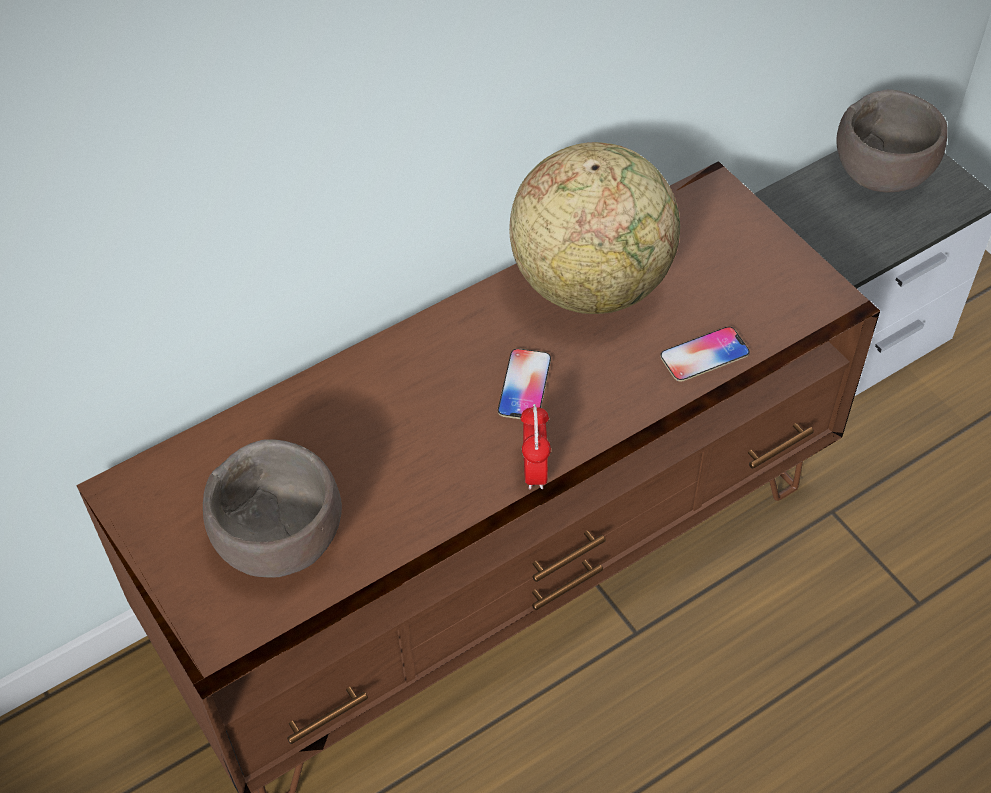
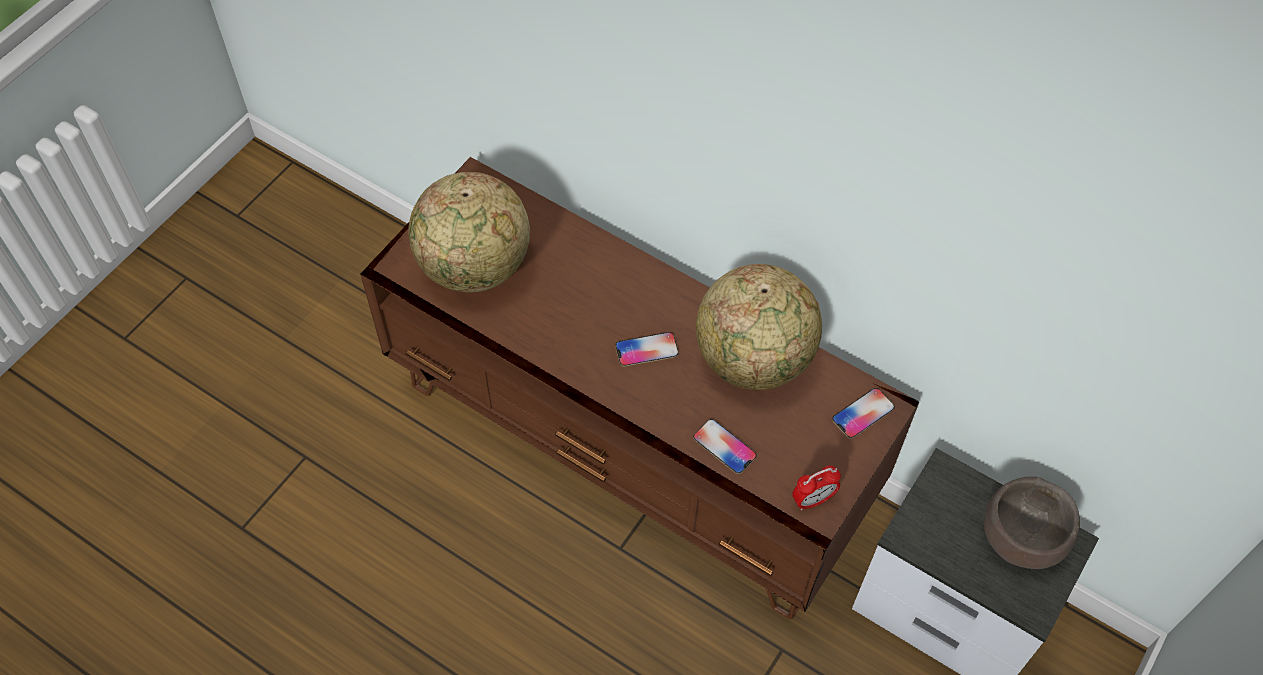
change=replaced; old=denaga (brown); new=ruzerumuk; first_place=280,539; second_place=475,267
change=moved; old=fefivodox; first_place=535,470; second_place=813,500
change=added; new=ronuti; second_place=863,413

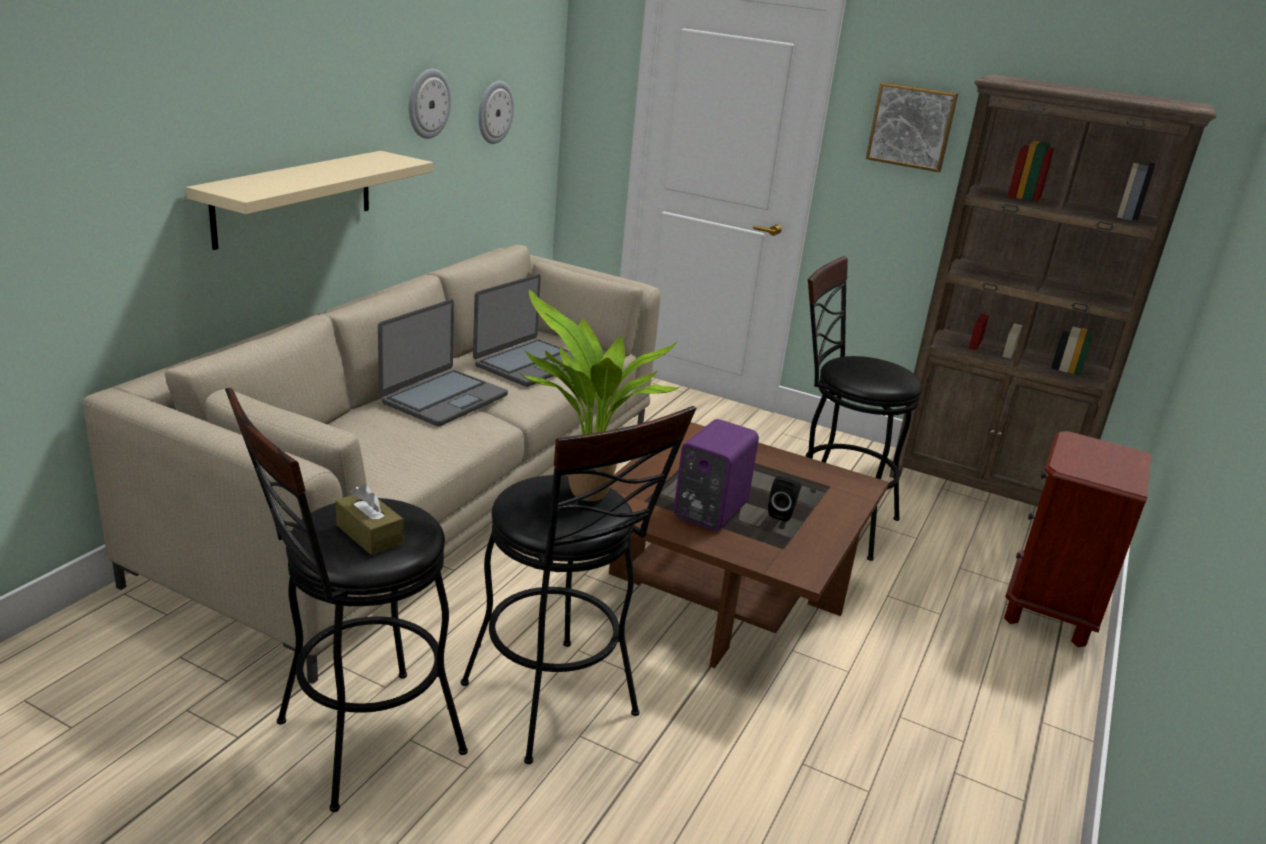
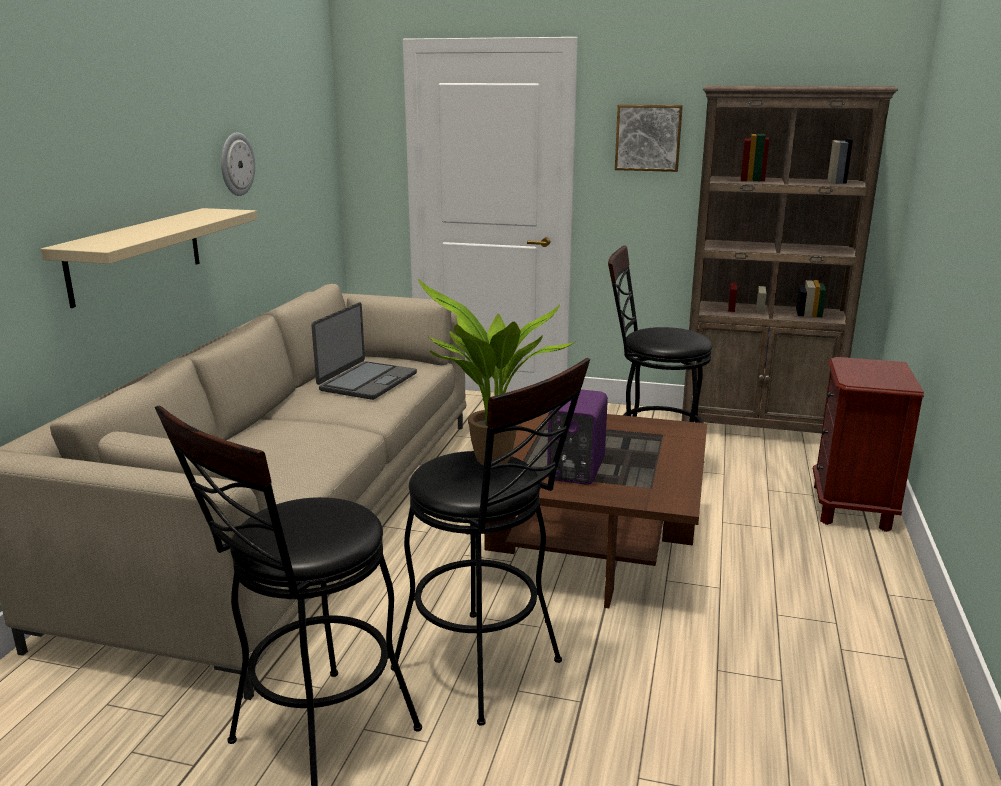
change=removed; old=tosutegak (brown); first_place=369,534
change=removed; old=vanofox; first_place=443,399
change=removed; old=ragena; first_place=494,112
change=removed; old=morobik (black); first_place=782,513

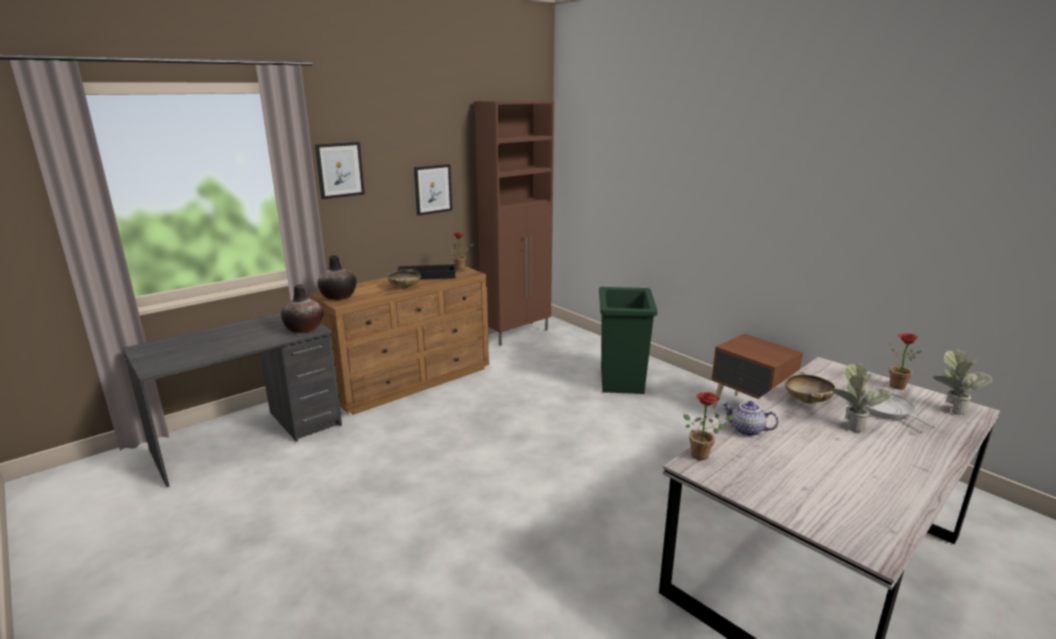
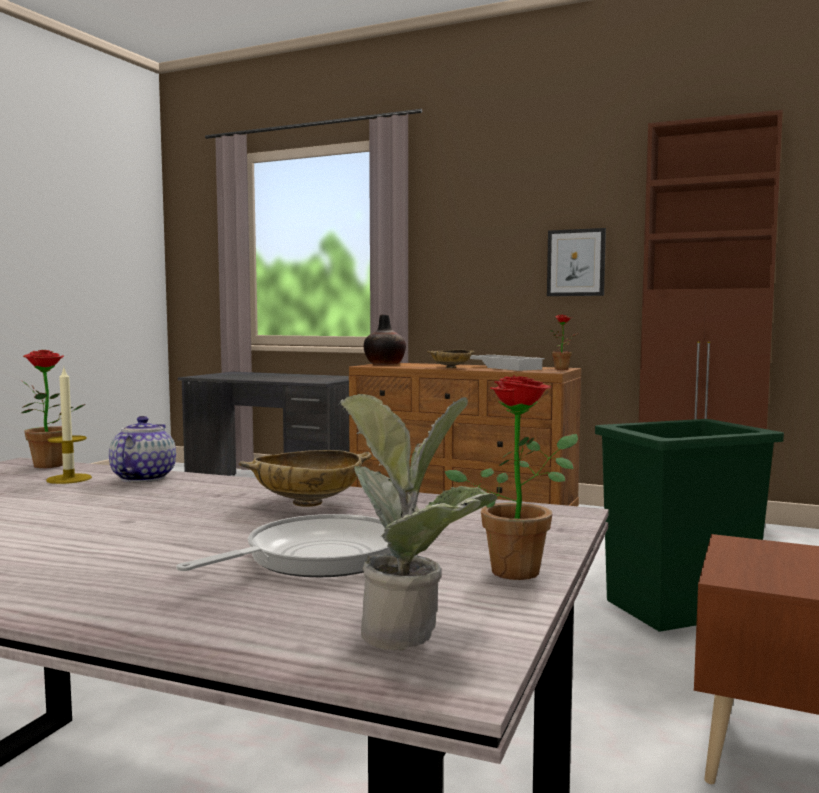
change=added; new=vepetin; second_place=69,479
change=recoloured; old=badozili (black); new=badozili (white); first_place=428,275; second_place=506,367
change=removed; old=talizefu; first_place=304,329
change=removed; old=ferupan; first_place=340,170
change=removed; old=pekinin; first_place=851,424

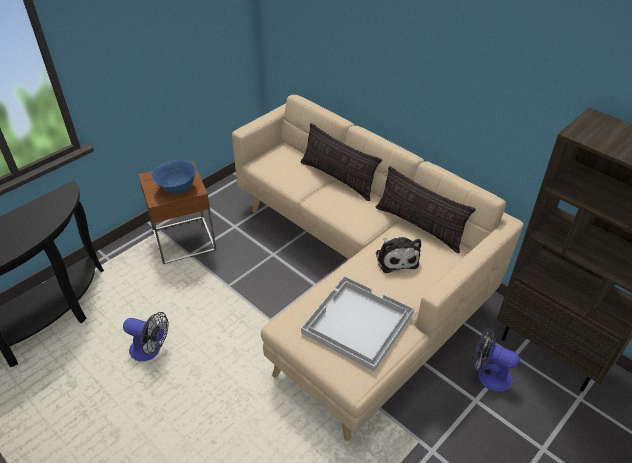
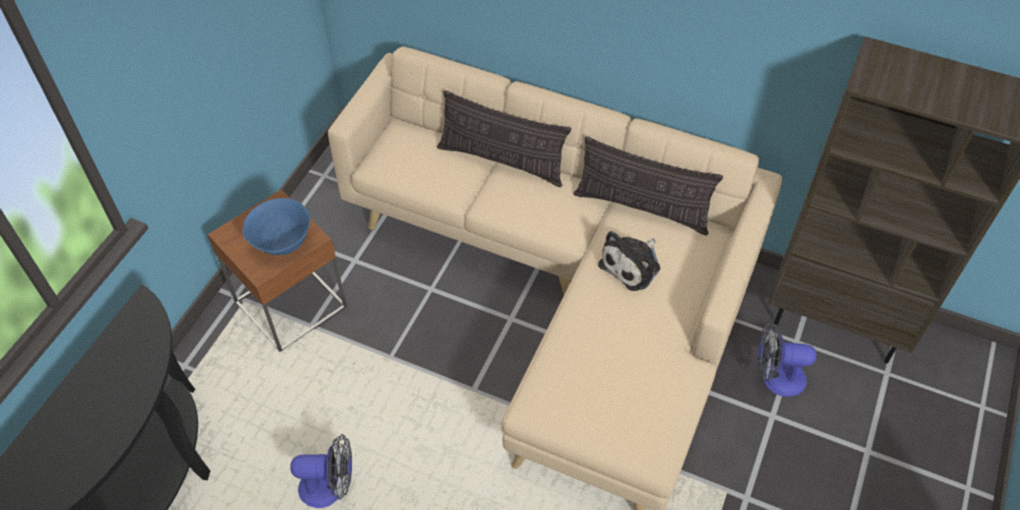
change=turned; old=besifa; first_place=396,258; second_place=632,265; degrees=75
change=removed; old=badozili (white); first_place=356,323

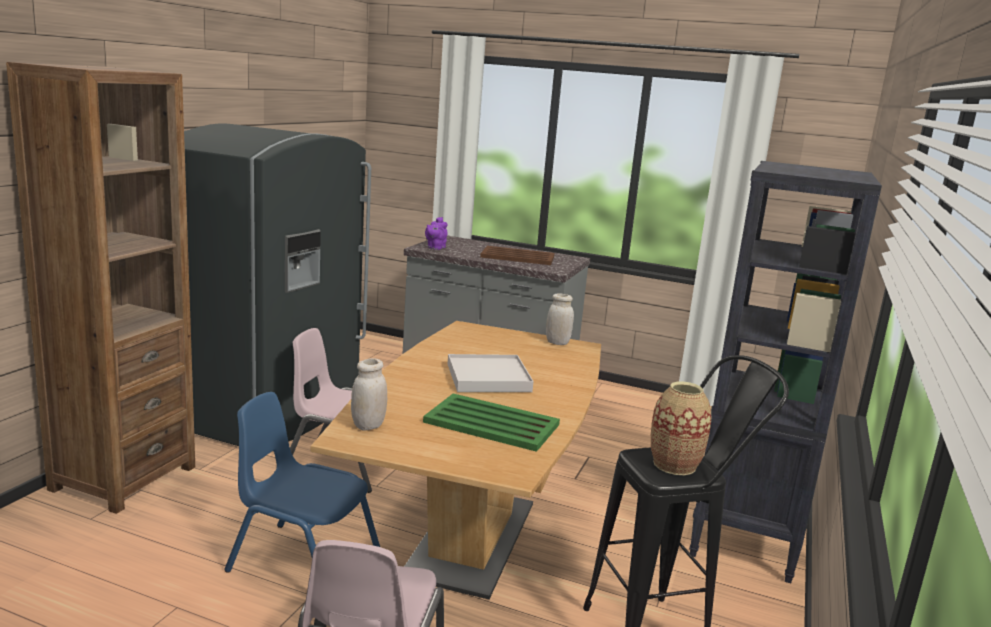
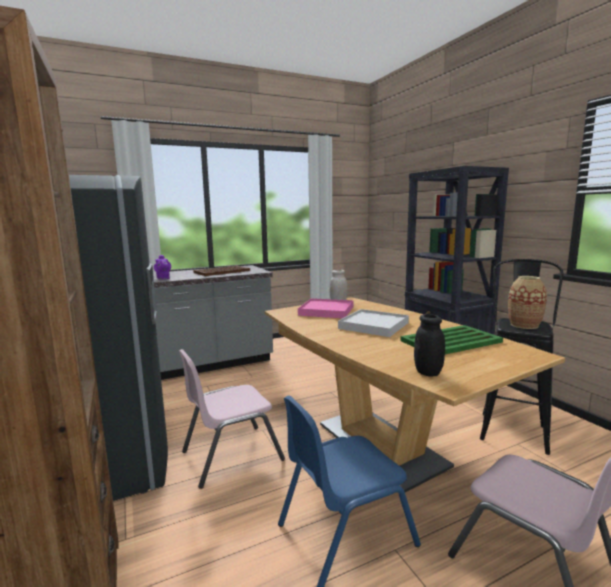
change=added; new=badozili (pink); second_place=326,311
change=recoloured; old=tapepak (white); new=tapepak (black); first_place=368,425; second_place=428,372

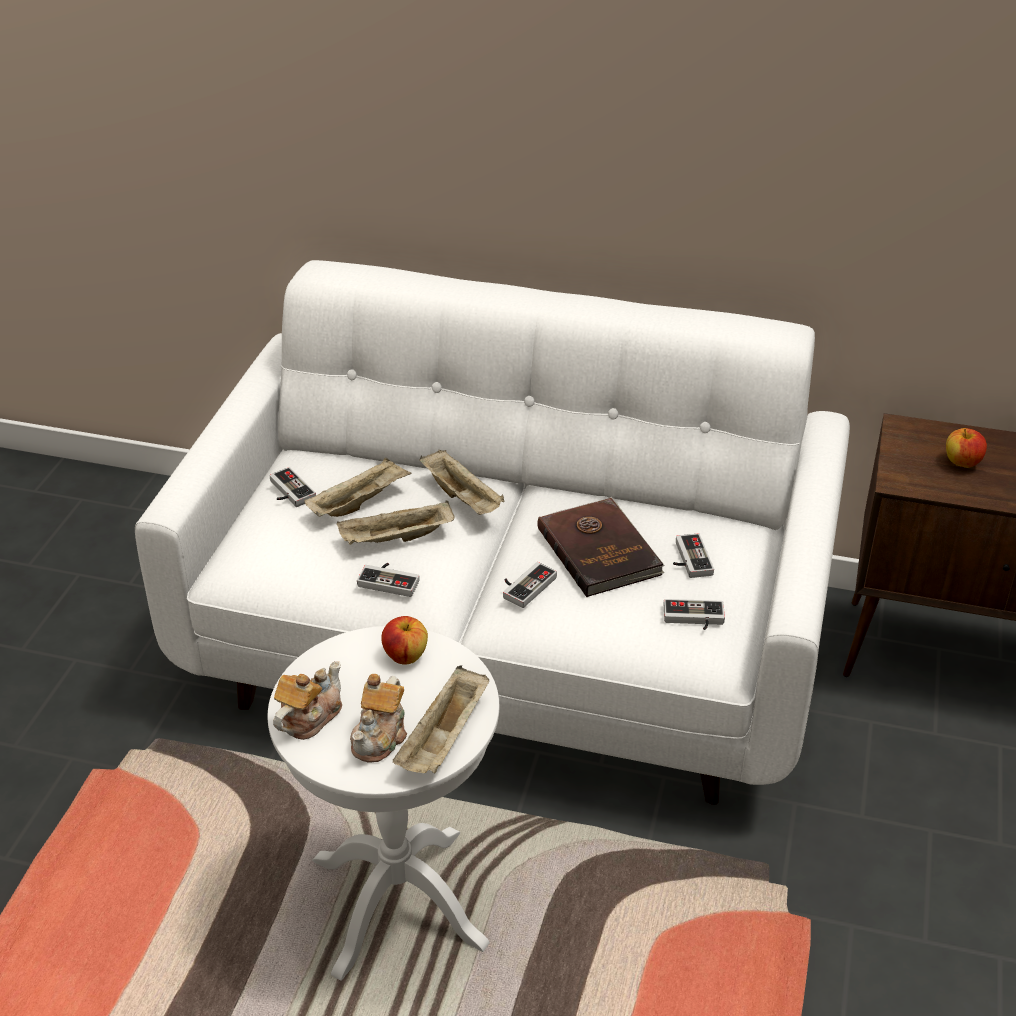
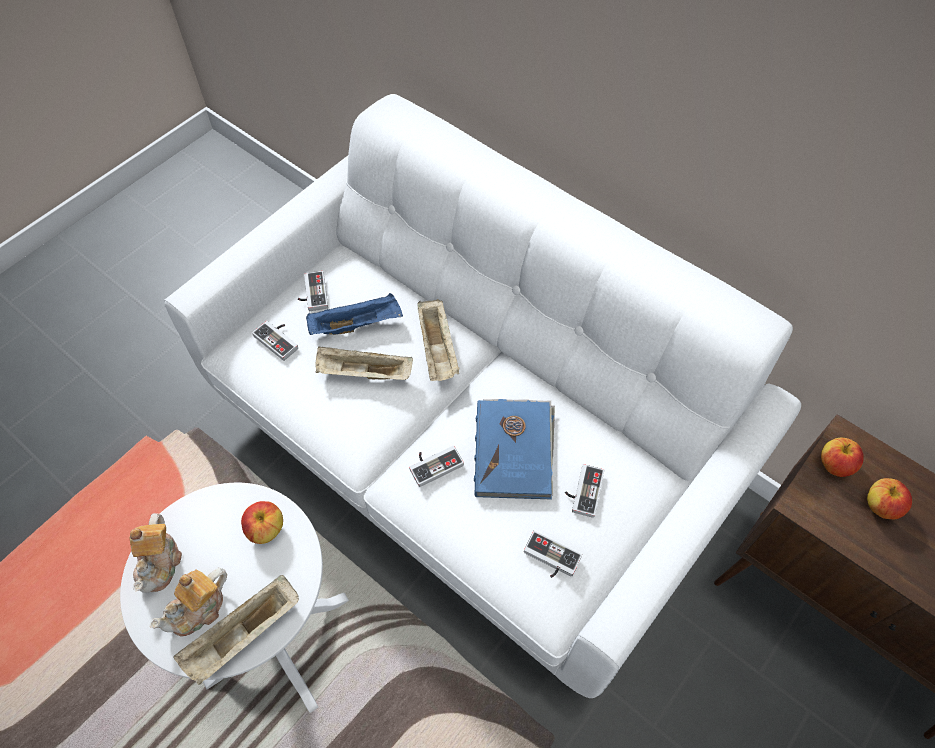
change=turned; old=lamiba; first_place=309,717; second_place=160,562; degrees=120
change=moved; old=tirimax; first_place=390,580; second_place=279,339
change=recoloured; old=badozili (beige); new=badozili (blue); first_place=359,502; second_place=357,324
change=recoloured; old=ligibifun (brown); new=ligibifun (blue); first_place=600,550; second_place=515,450
change=added; new=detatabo; second_place=834,465

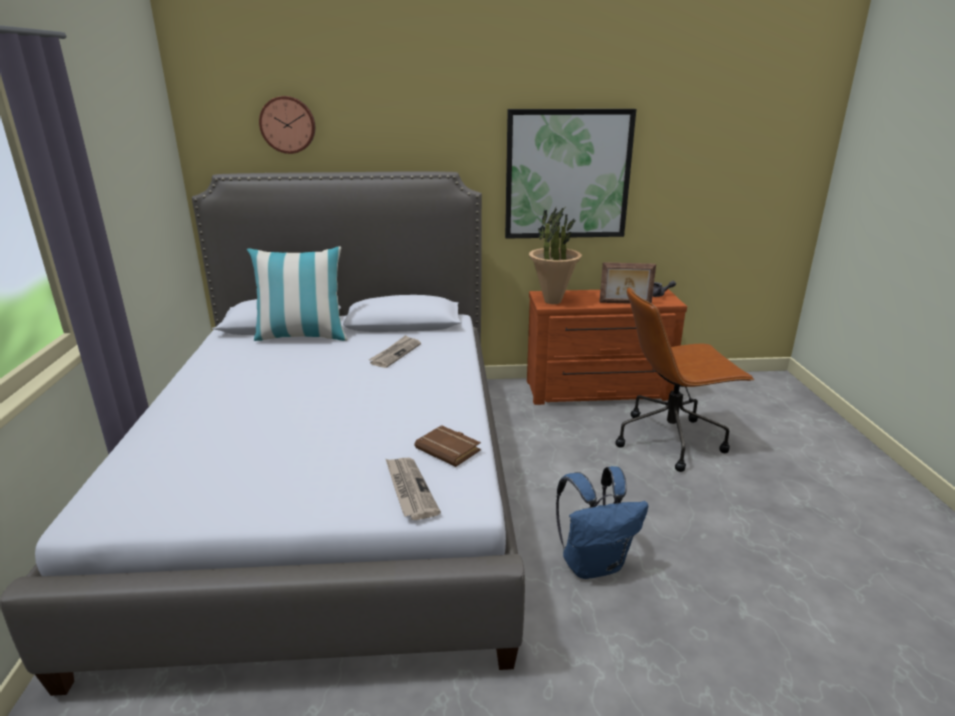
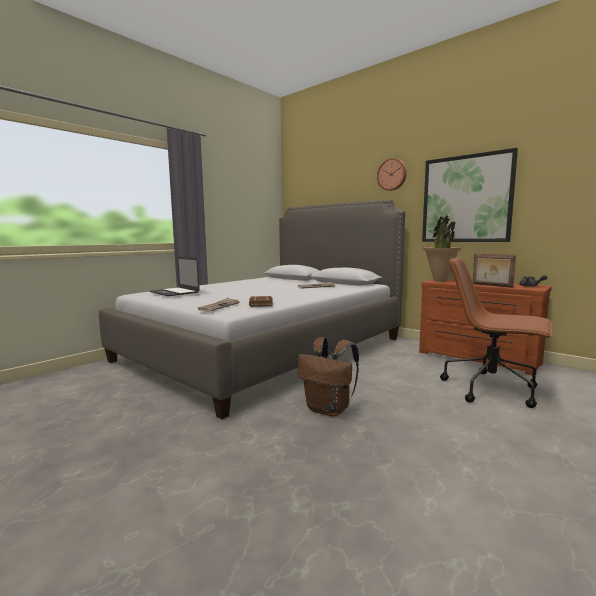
change=added; new=vanofox; second_place=174,292
change=recoloured; old=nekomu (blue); new=nekomu (brown); first_place=594,564; second_place=329,409
change=moved; old=ragena; first_place=288,125; second_place=392,174
change=removed; old=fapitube; first_place=302,336

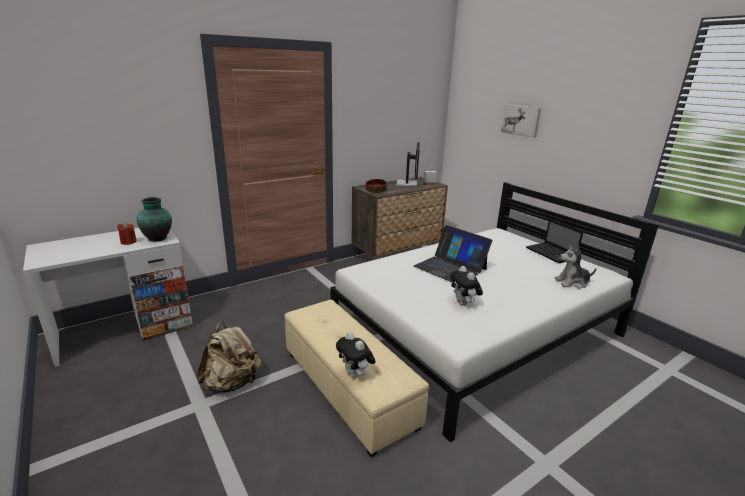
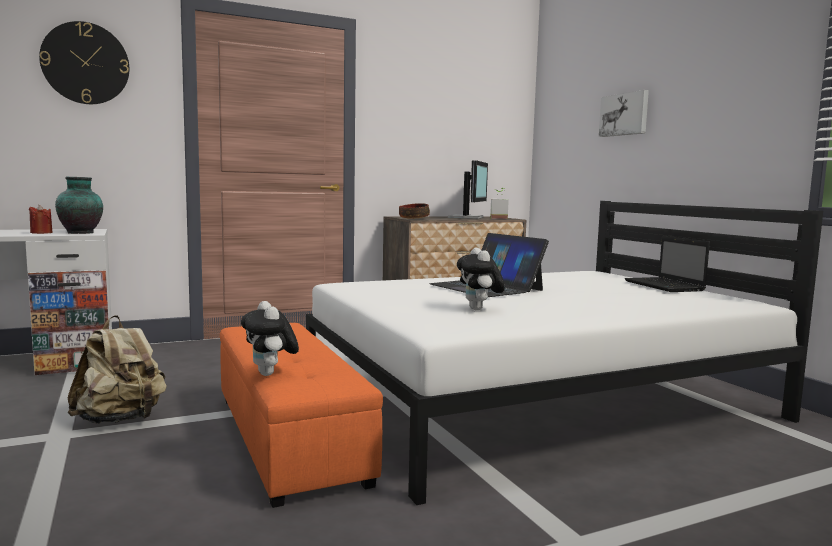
change=added; new=ragena; second_place=85,63
change=recoloured; old=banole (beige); new=banole (orange); first_place=348,387; second_place=289,437
change=removed; old=besifa; first_place=572,283

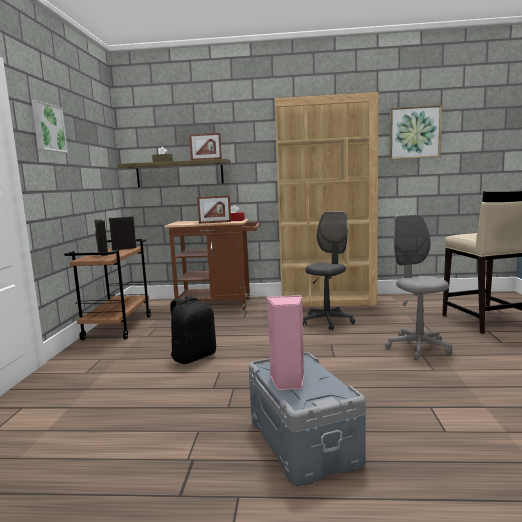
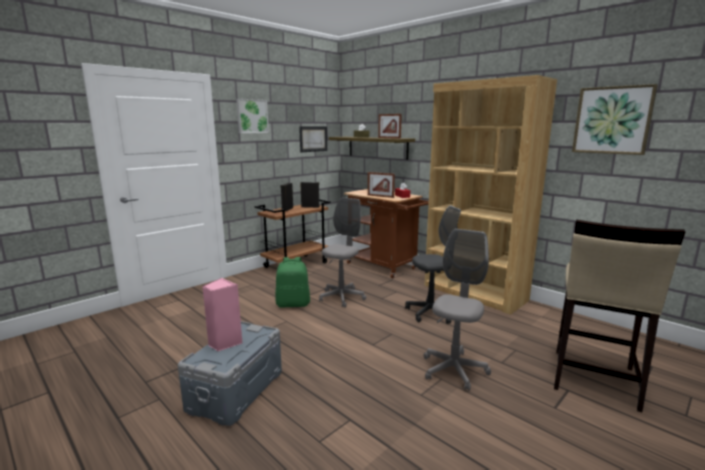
change=recoloured; old=nekomu (black); new=nekomu (green); first_place=193,357; second_place=293,304
change=added; new=ferupan; second_place=313,139
change=added; new=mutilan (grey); second_place=341,297

